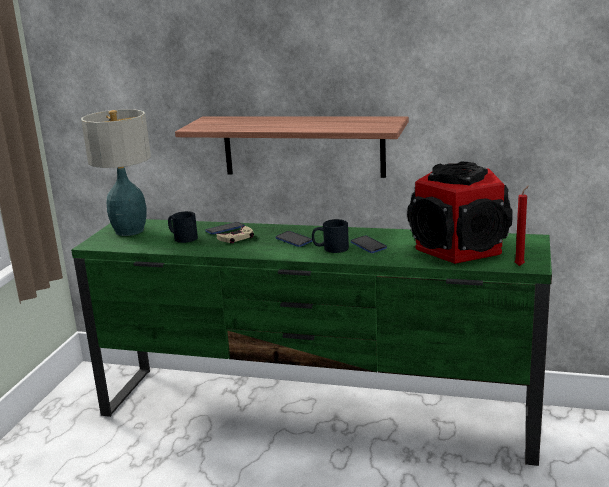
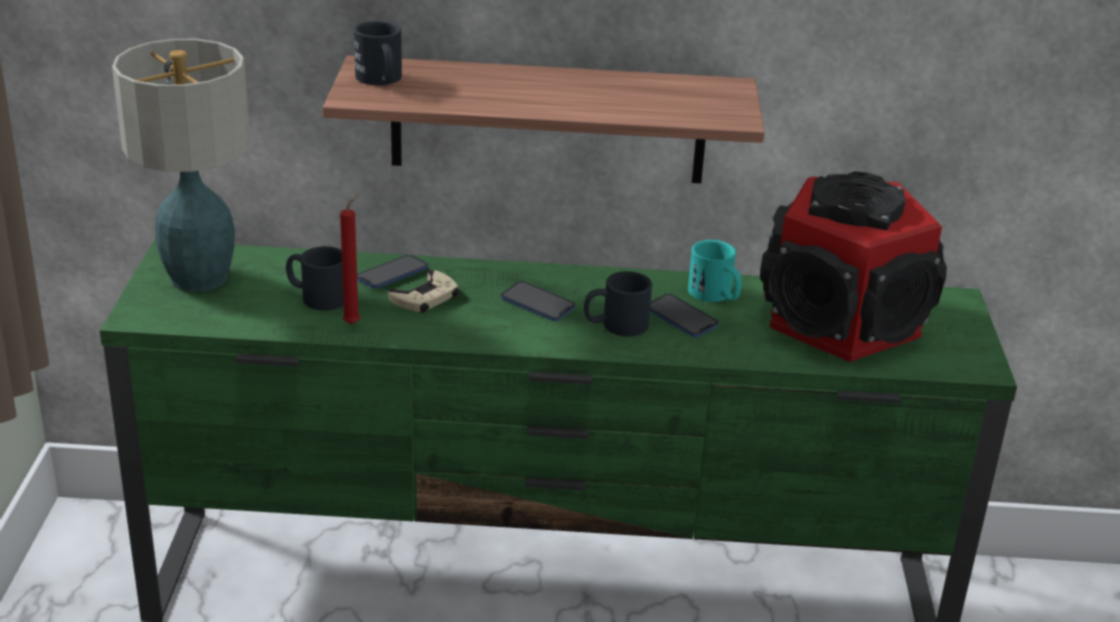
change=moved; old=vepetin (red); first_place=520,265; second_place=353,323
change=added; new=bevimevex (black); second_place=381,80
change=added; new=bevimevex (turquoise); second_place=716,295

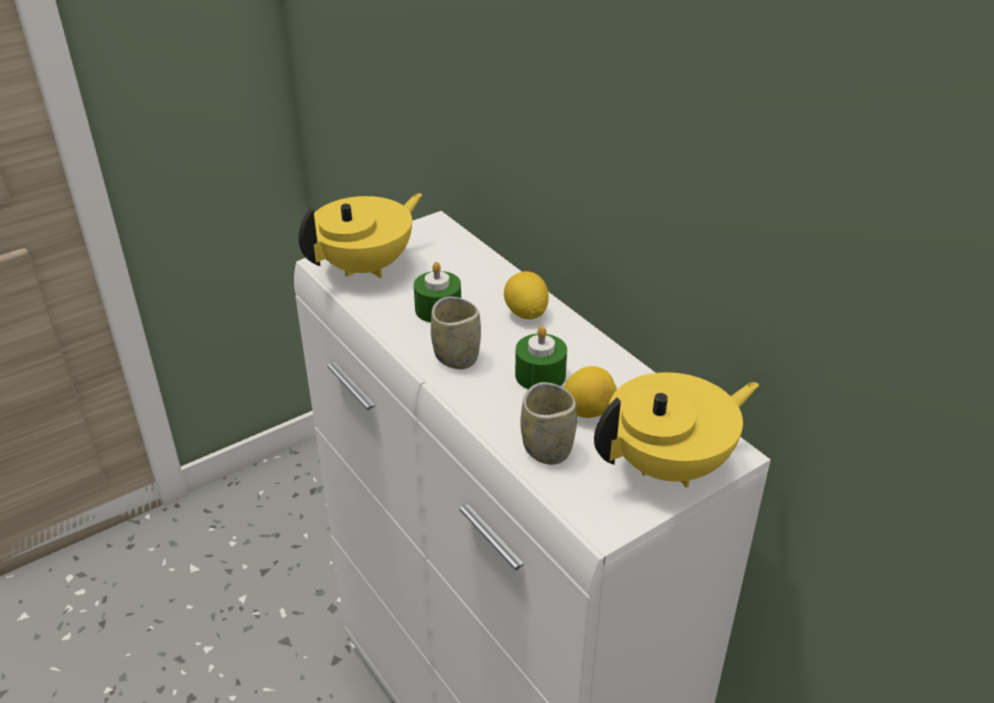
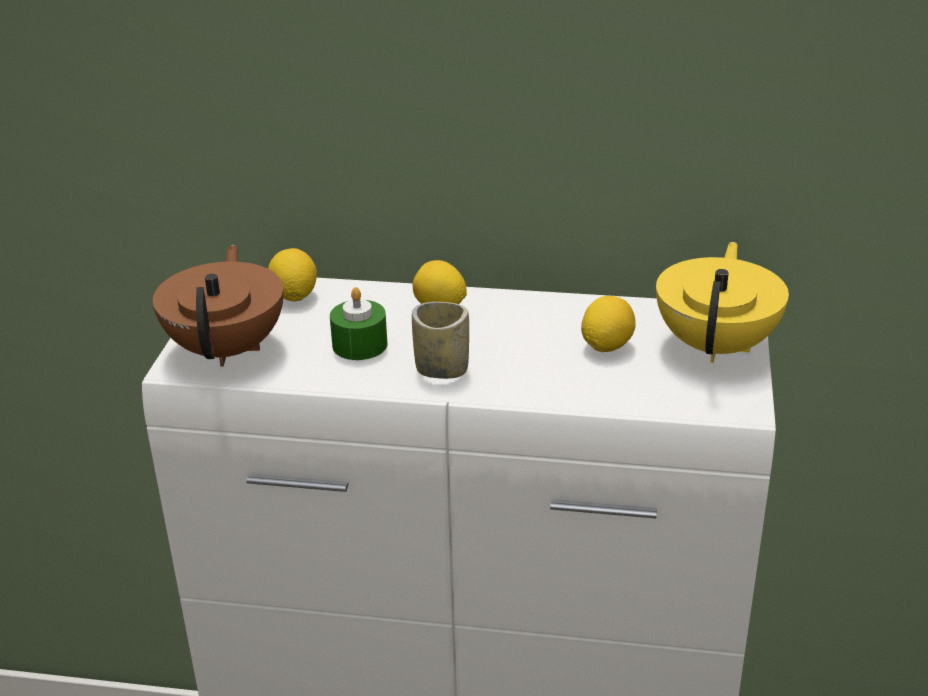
change=recoloured; old=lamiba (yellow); new=lamiba (brown); first_place=367,266; second_place=228,348
change=added; new=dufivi; second_place=294,296
change=removed; old=vepetin (green); first_place=540,375
change=removed; old=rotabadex; first_place=547,449

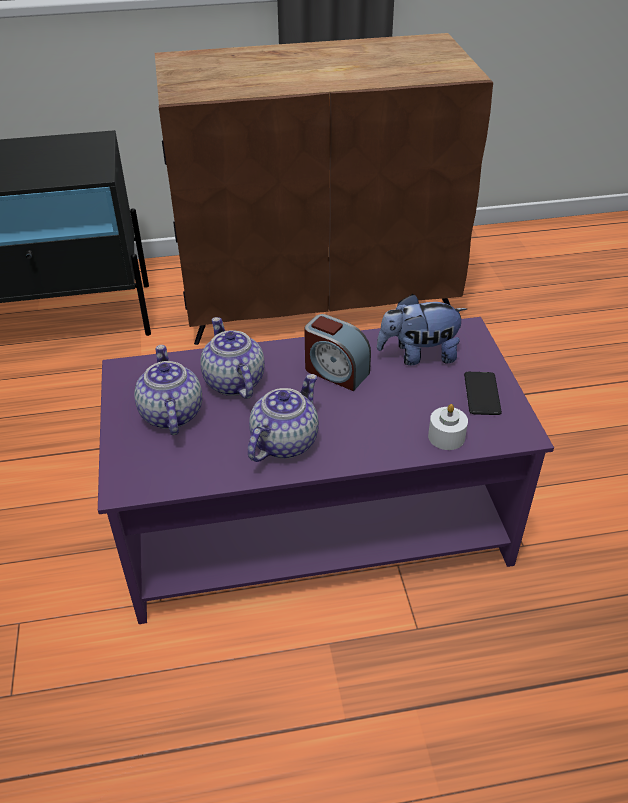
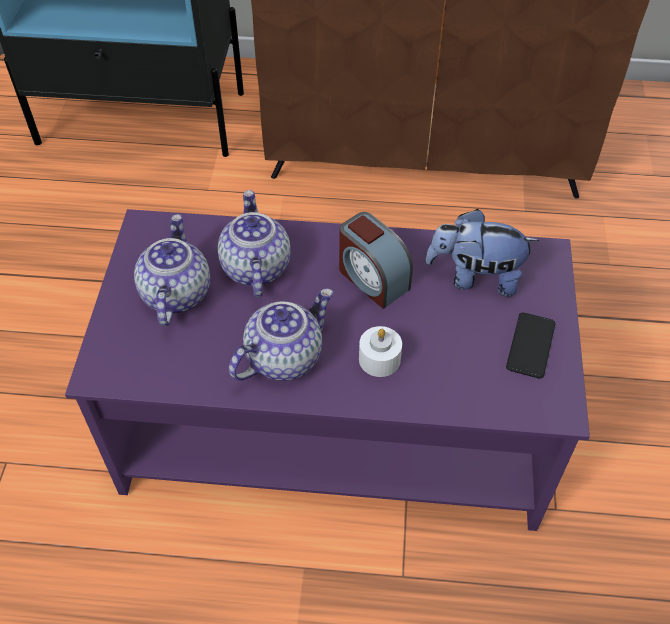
change=moved; old=vepetin (white); first_place=446,436; second_place=379,359

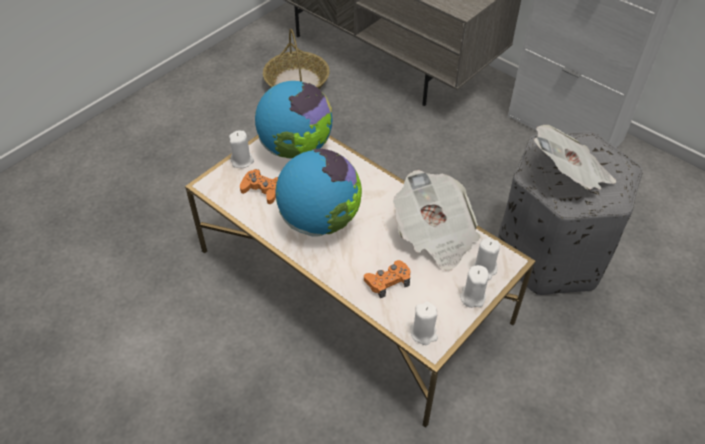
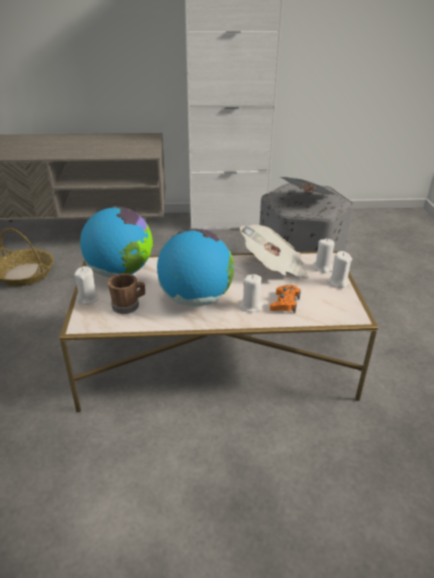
change=replaced; old=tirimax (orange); new=bevimevex (brown); first_place=262,190; second_place=129,306
change=moved; old=vepetin (white); first_place=423,333; second_place=251,306

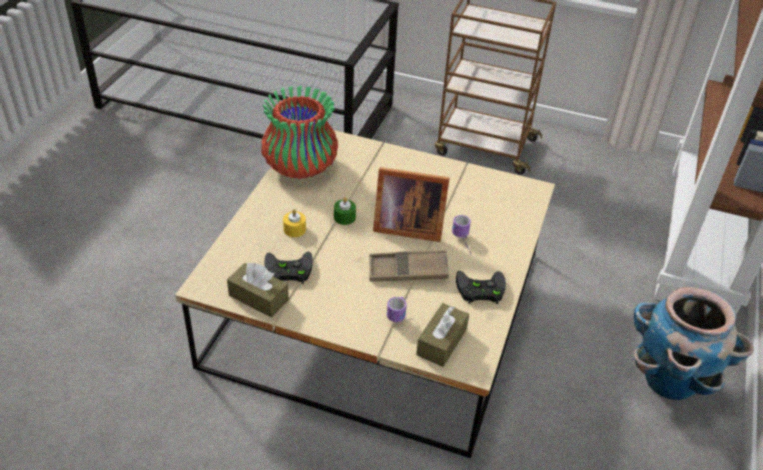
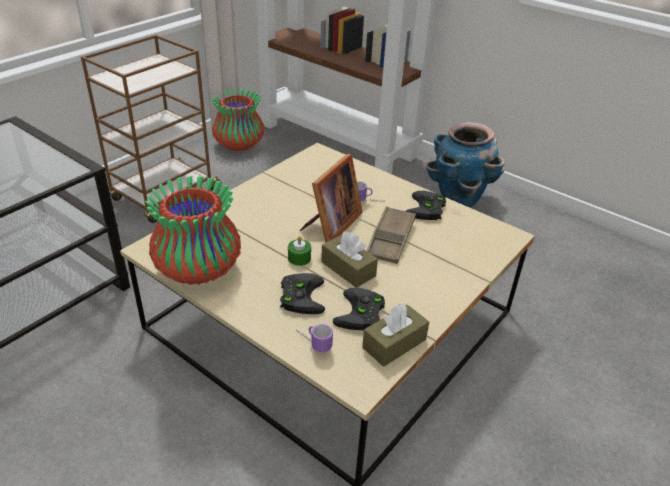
change=added; new=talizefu; second_place=238,145
change=replaced; old=vepetin (yellow); new=tirimax (black); first_place=294,229; second_place=300,295
change=moved; old=bevimevex; first_place=400,311; second_place=312,343
change=moved; old=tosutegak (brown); first_place=441,342; second_place=348,269

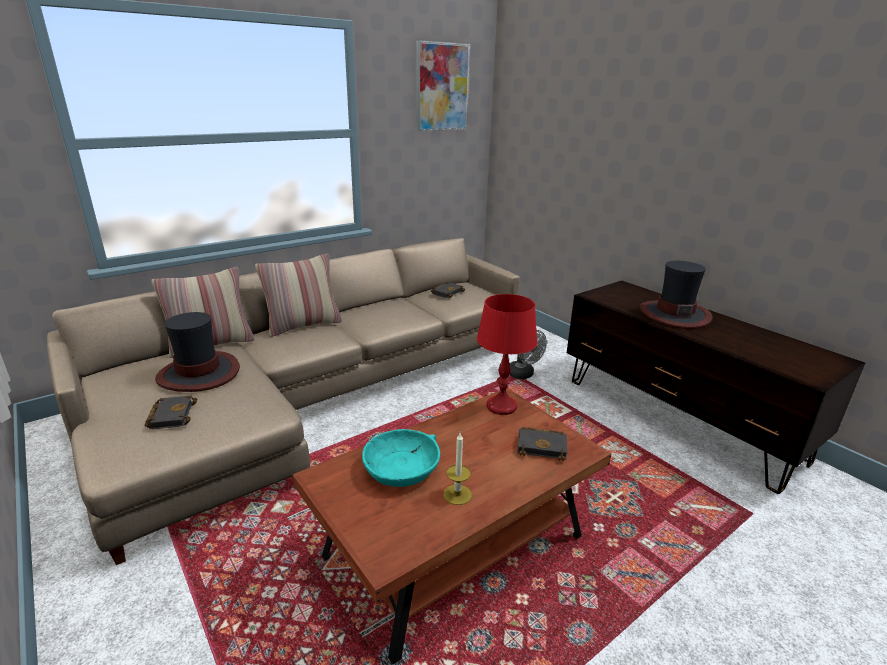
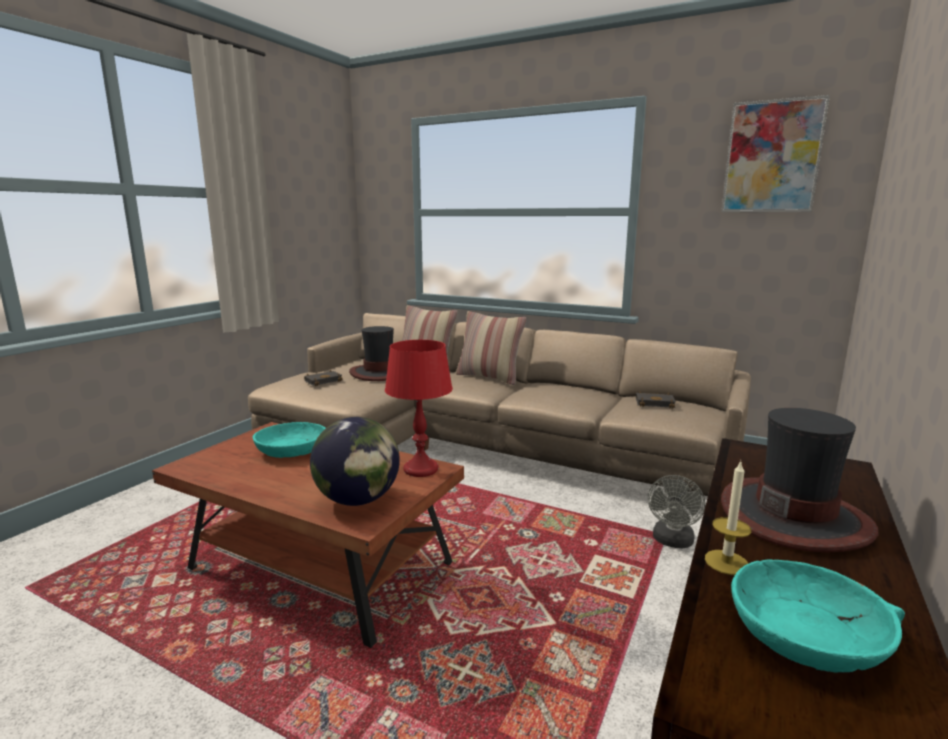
change=replaced; old=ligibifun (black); new=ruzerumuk; first_place=543,446; second_place=358,500
change=moved; old=vepetin; first_place=457,494; second_place=726,562
change=added; new=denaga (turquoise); second_place=806,633

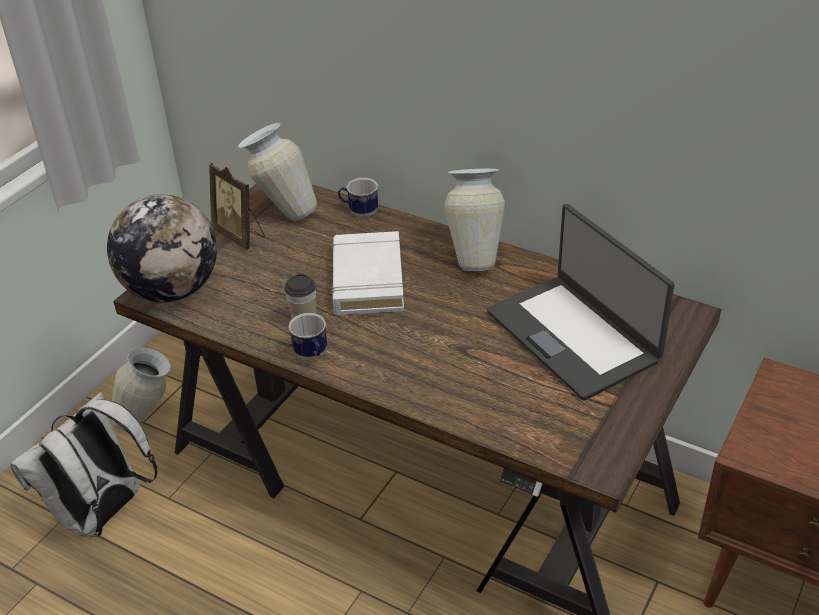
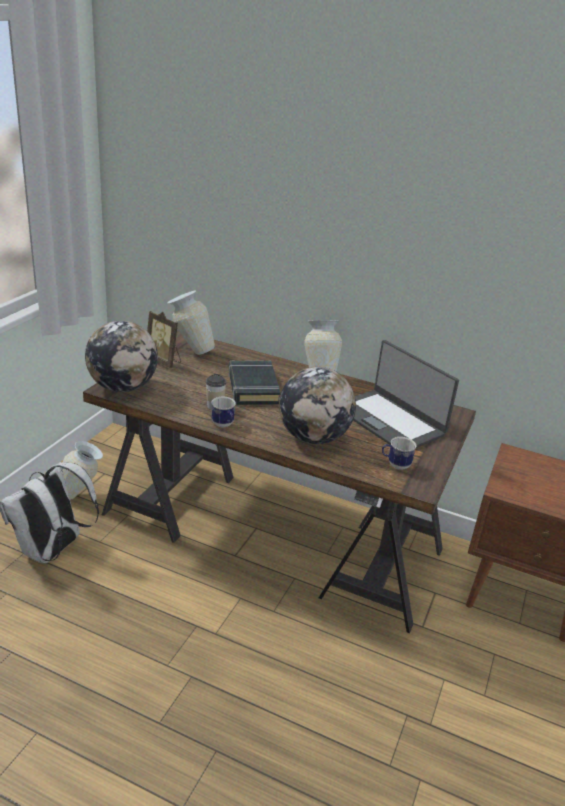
change=recoloured; old=ligibifun (white); new=ligibifun (black); first_place=367,280; second_place=252,387
change=added; new=ruzerumuk; second_place=313,437
change=moved; old=bevimevex; first_place=359,212; second_place=395,465

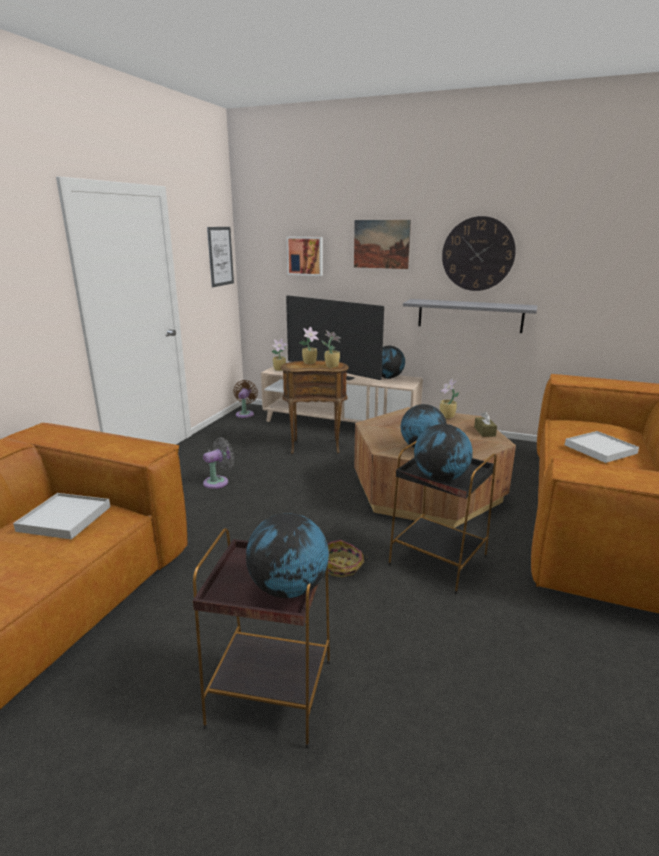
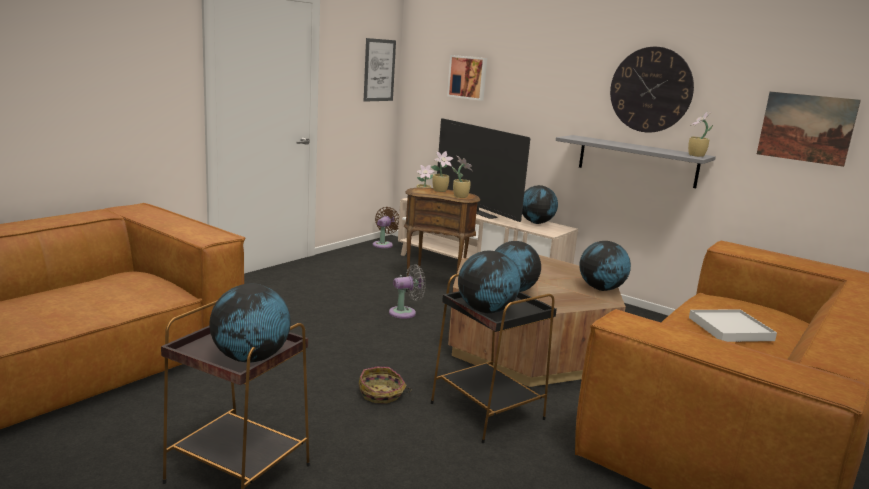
change=moved; old=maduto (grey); first_place=218,482; second_place=405,312
change=replaced; old=tosutegak (brown); new=ruzerumuk; first_place=484,431; second_place=601,289
change=moved; old=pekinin; first_place=447,417; second_place=696,155
change=moved; old=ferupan; first_place=381,244; second_place=806,128
change=removed; old=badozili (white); first_place=65,519

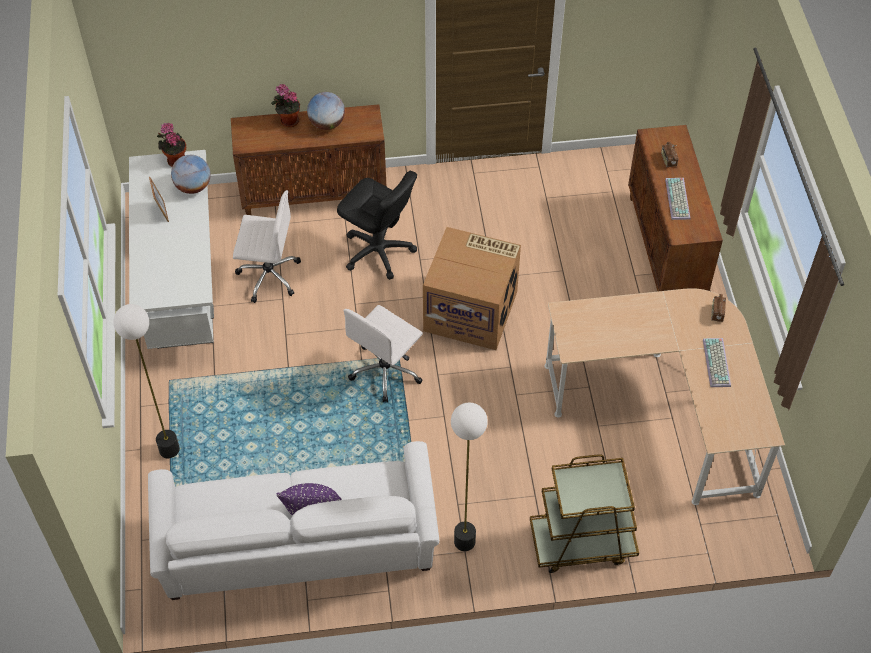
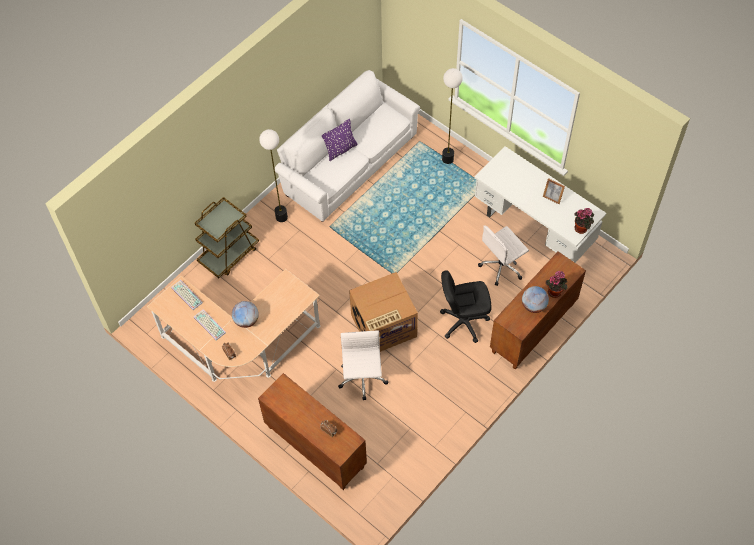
change=moved; old=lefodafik; first_place=678,199; second_place=186,295
change=moved; old=ruzerumuk; first_place=193,187; second_place=246,320
change=moved; old=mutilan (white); first_place=386,371; second_place=362,379

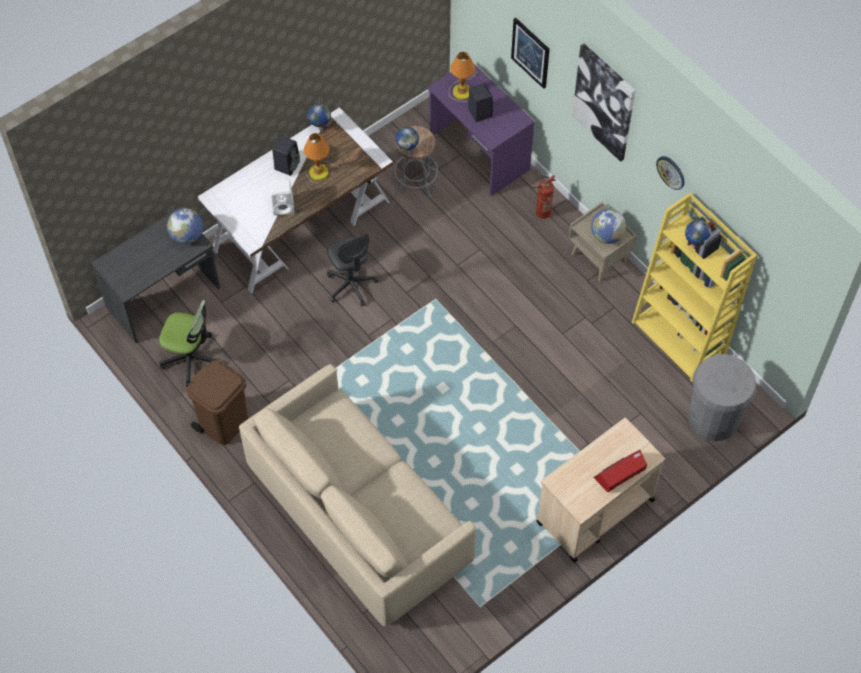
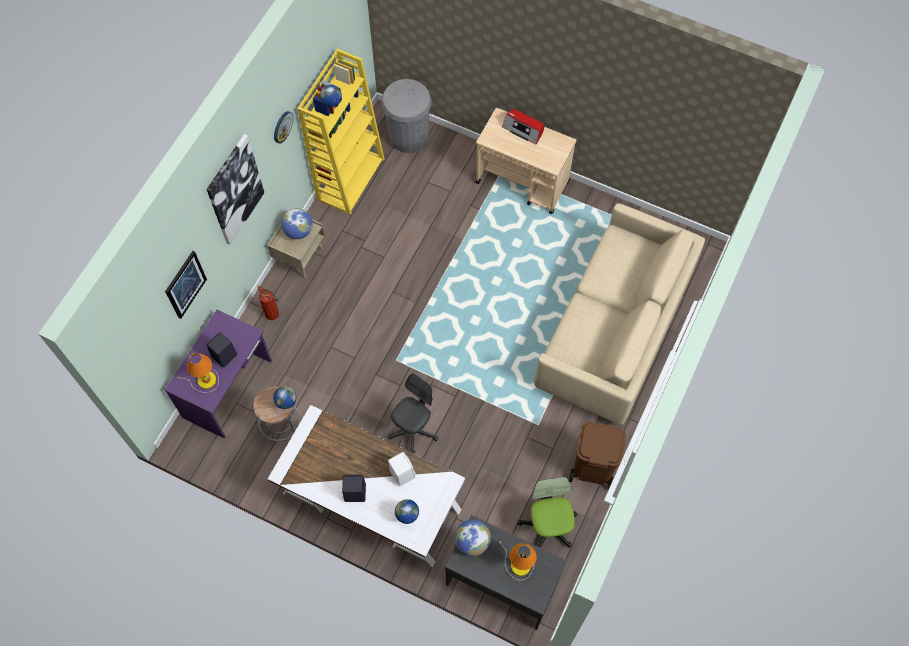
change=moved; old=ruzerumuk; first_place=320,129; second_place=407,518
change=moved; old=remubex; first_place=320,171; second_place=518,565

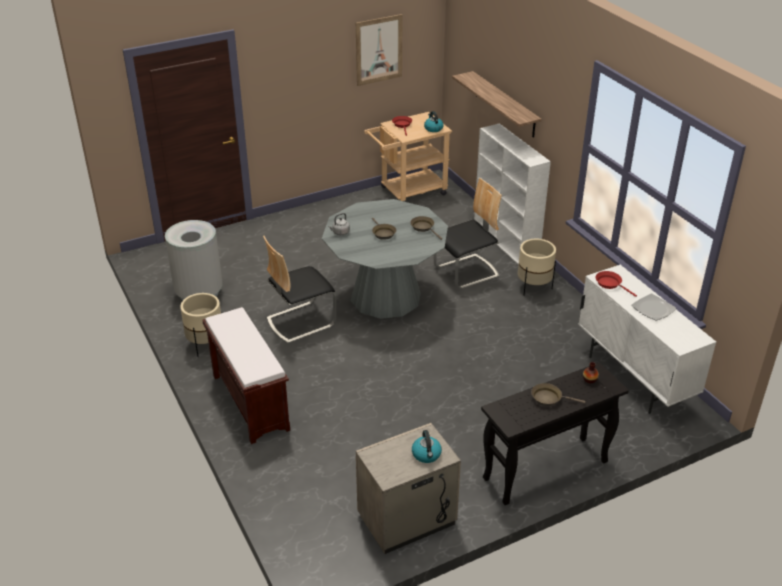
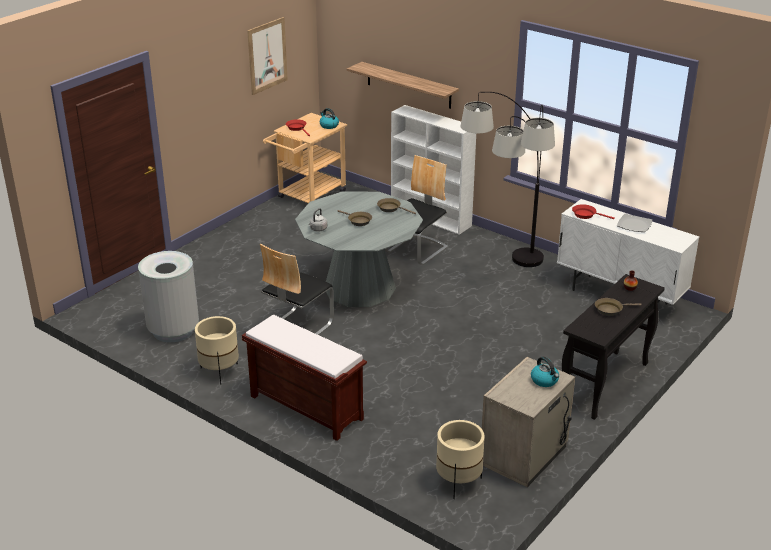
change=moved; old=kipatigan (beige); first_place=533,287; second_place=458,482
change=added; new=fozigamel; second_place=507,275

